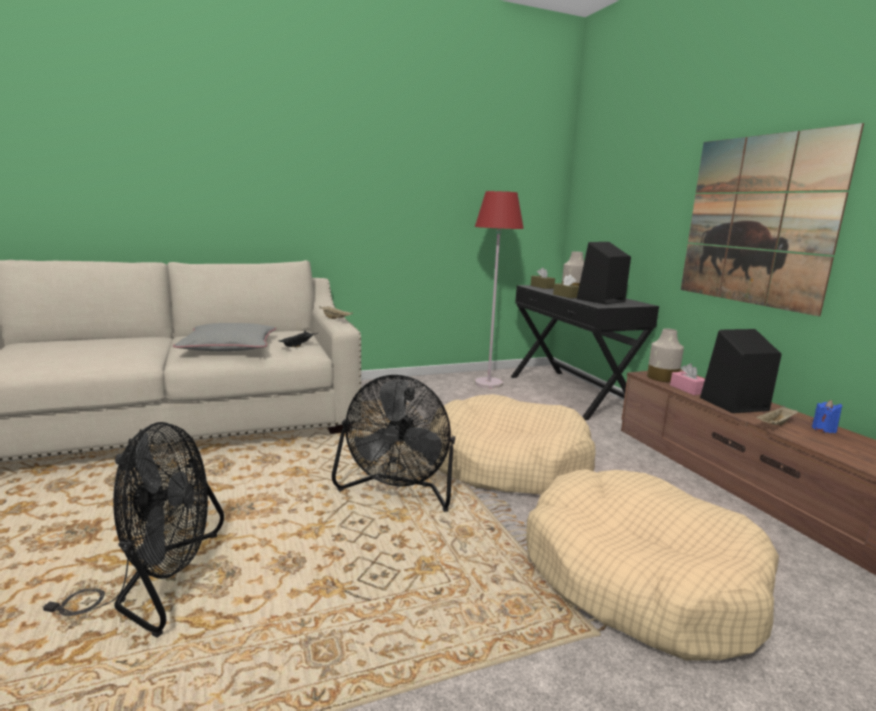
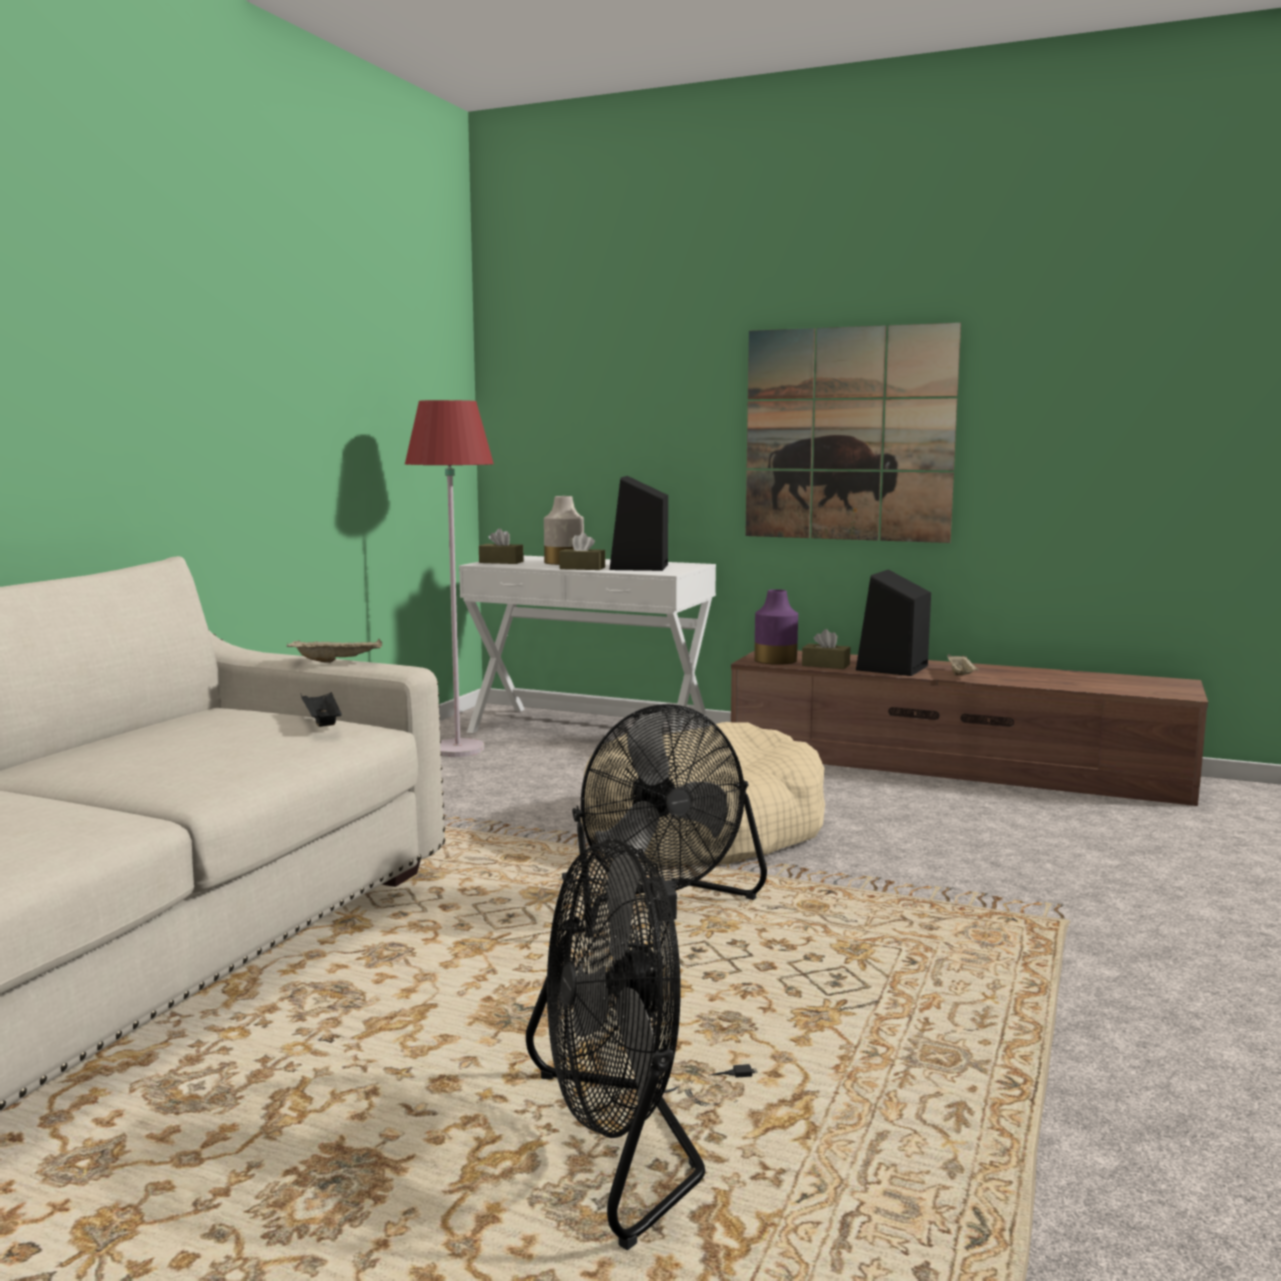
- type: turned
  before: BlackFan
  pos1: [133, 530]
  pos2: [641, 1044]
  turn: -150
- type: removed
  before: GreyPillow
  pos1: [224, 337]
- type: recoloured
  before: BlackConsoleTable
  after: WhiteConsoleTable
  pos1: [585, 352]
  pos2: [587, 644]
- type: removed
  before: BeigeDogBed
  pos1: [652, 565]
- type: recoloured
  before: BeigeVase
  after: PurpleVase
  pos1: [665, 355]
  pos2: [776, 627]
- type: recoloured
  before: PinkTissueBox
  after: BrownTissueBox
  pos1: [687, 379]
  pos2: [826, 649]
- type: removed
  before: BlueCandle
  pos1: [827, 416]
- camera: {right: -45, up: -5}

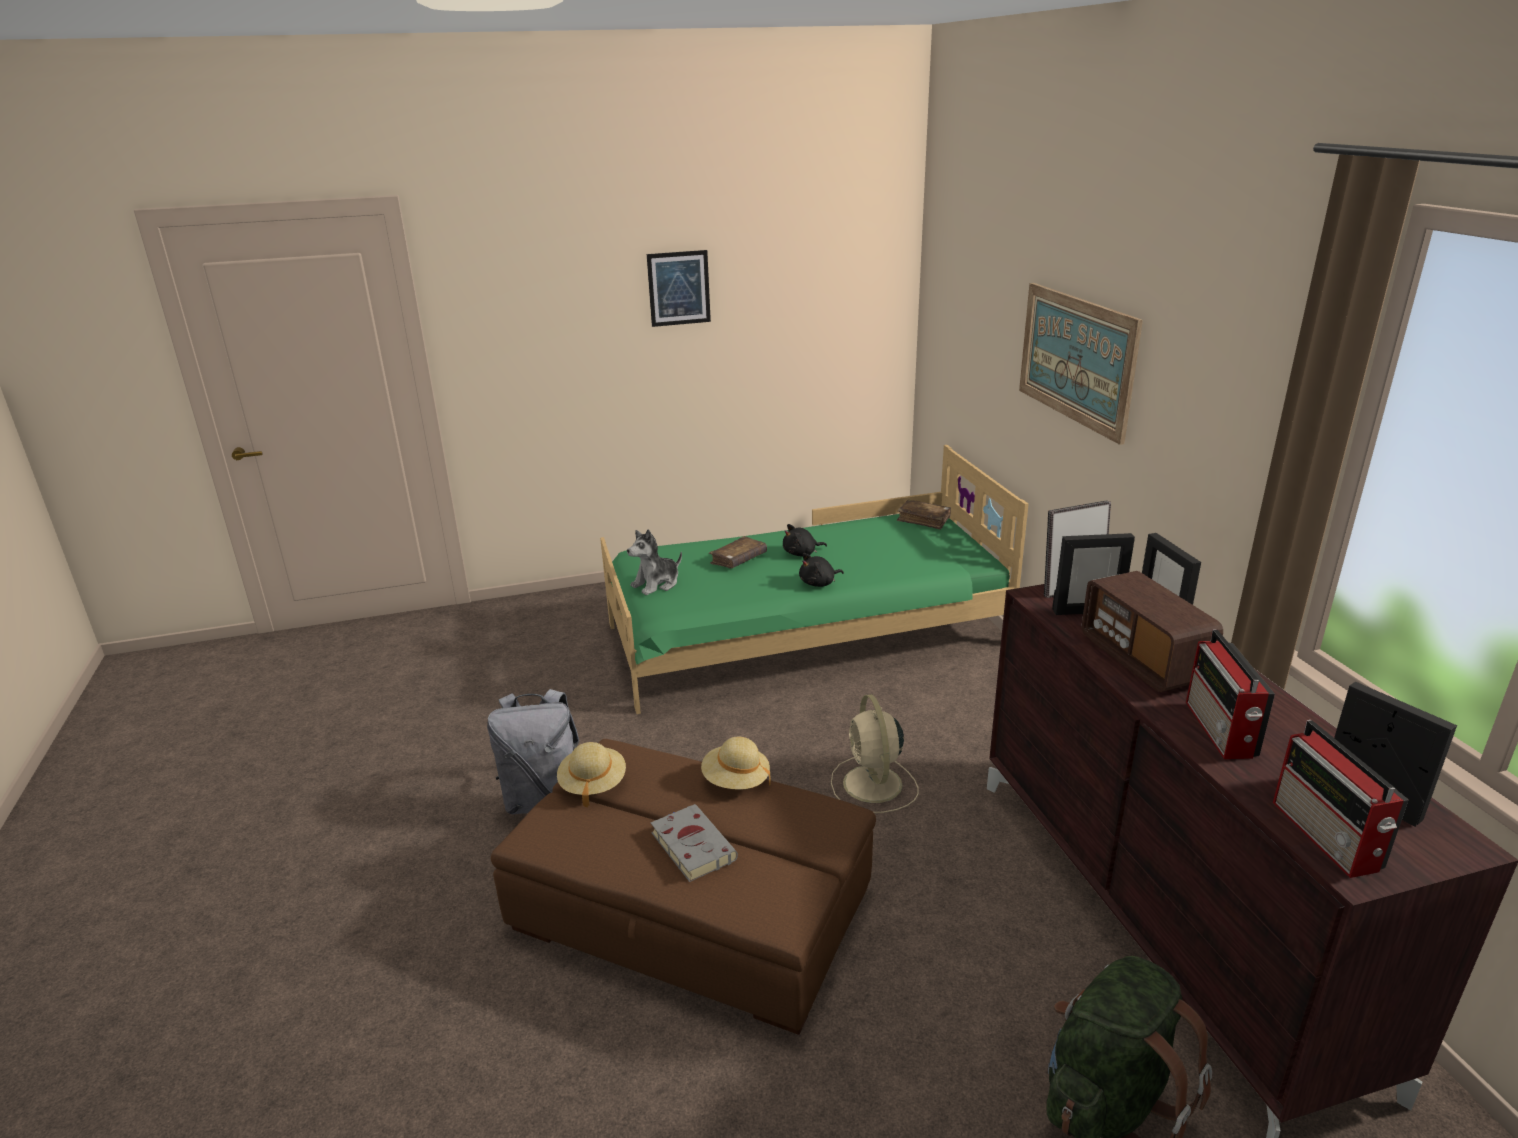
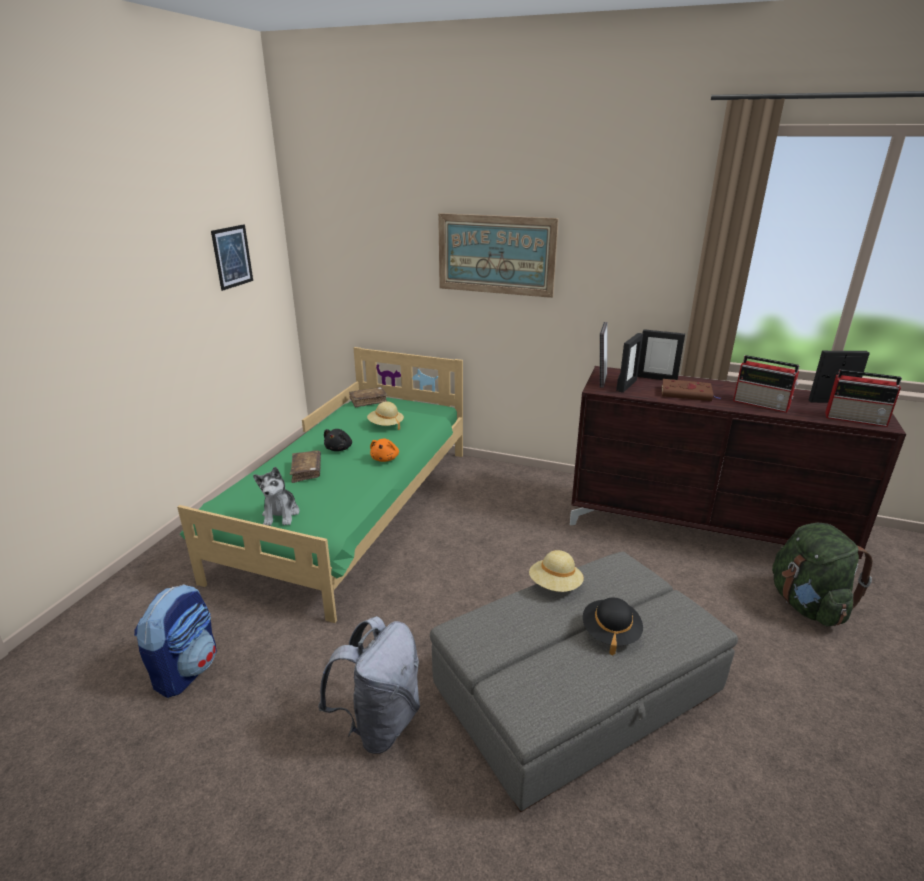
- type: recoloured
  before: BrownOttoman
  after: GreyOttoman
  pos1: [683, 887]
  pos2: [584, 682]
- type: moved
  before: BeigeHat
  pos1: [591, 774]
  pos2: [385, 415]
- type: moved
  before: Picture
  pos1: [679, 288]
  pos2: [232, 257]
- type: replaced
  before: GreyBook
  after: BlackHat
  pos1: [694, 843]
  pos2: [613, 626]
- type: recoloured
  before: BlackPlushToy
  after: OrangePlushToy
  pos1: [821, 570]
  pos2: [384, 450]
- type: removed
  before: BeigeFan
  pos1: [875, 753]
- type: replaced
  before: Radio
  after: BrownBook
  pos1: [1152, 631]
  pos2: [691, 390]
- type: added
  after: Backpack
  pos2: [175, 641]
- camera: {right: -55, up: 0}

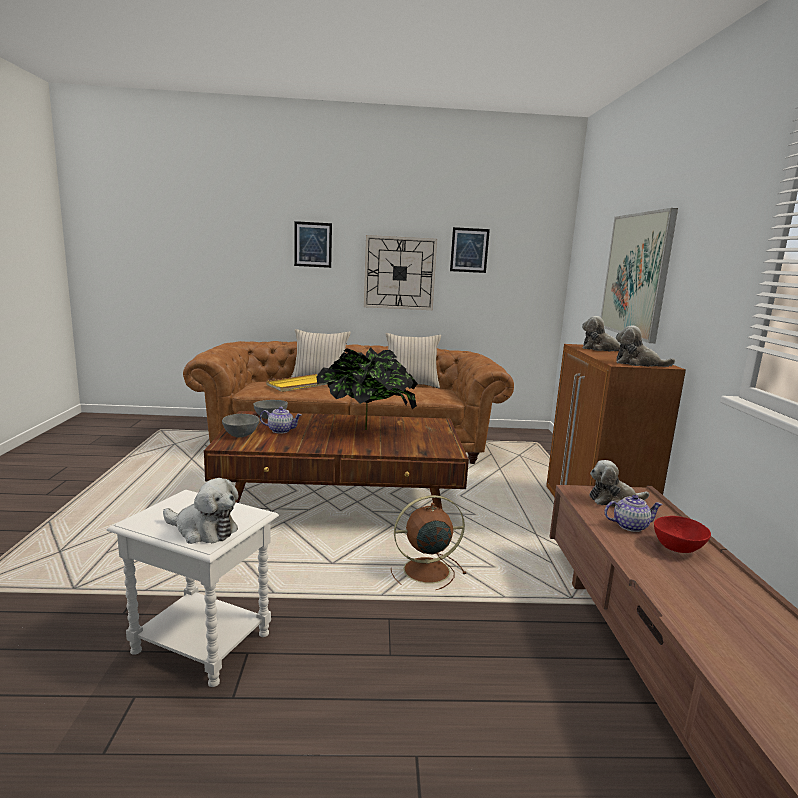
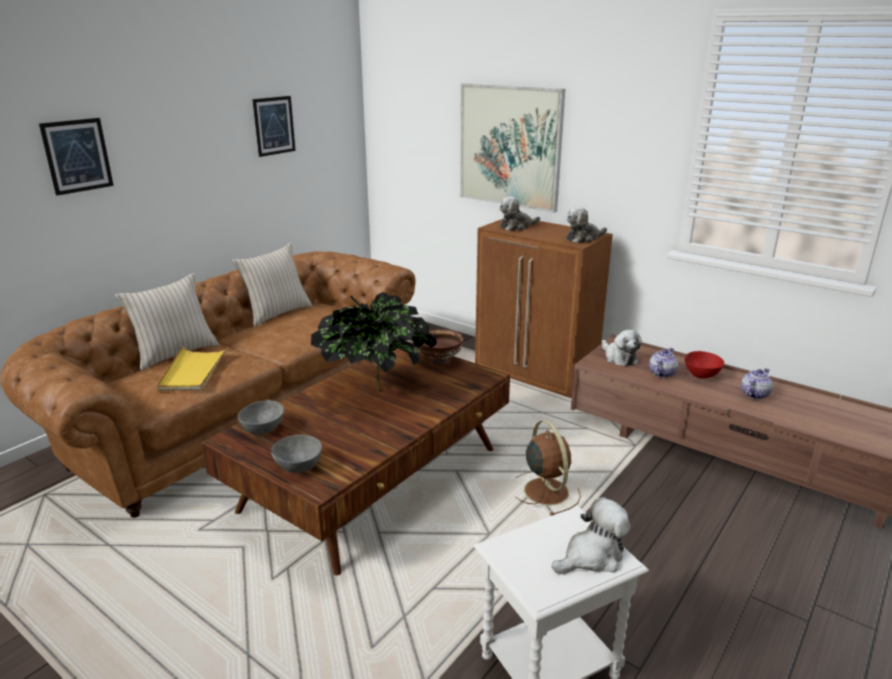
- type: moved
  before: Teapot
  pos1: [281, 420]
  pos2: [757, 383]
- type: removed
  before: WallClock
  pos1: [400, 272]
- type: turned
  before: BrownFan
  pos1: [429, 542]
  pos2: [548, 468]
  turn: 135
- type: turned
  before: PlushToy
  pos1: [619, 483]
  pos2: [622, 348]
  turn: -60
- type: added
  after: BrownBowl
  pos2: [441, 347]
- camera: {right: -50, up: 10}

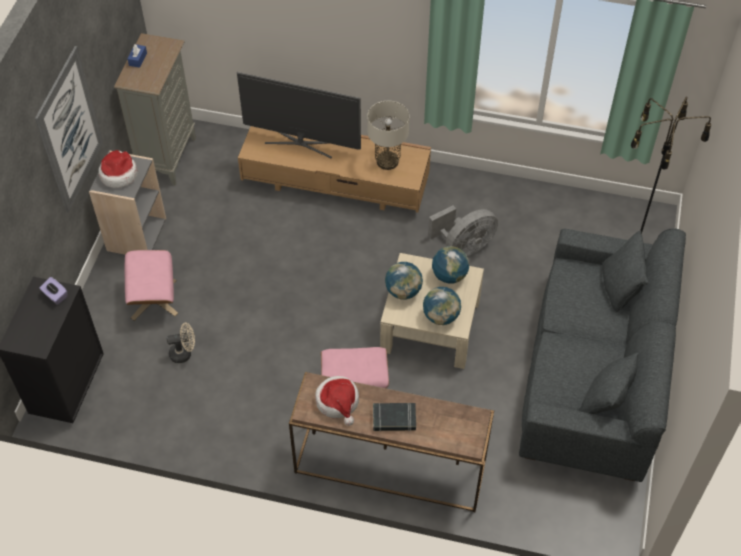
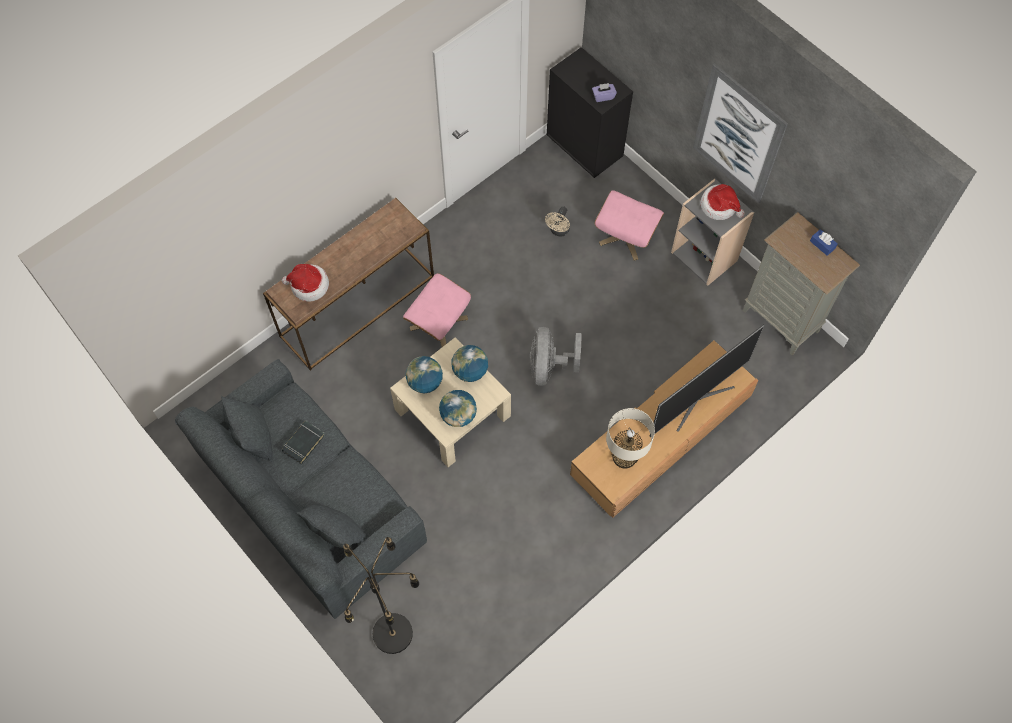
- type: moved
  before: Hat
  pos1: [337, 401]
  pos2: [305, 282]
- type: moved
  before: BlackBook
  pos1: [394, 417]
  pos2: [303, 442]
- type: moved
  before: GreyFan
  pos1: [463, 231]
  pos2: [556, 356]
- camera: {right: 125, up: 10}

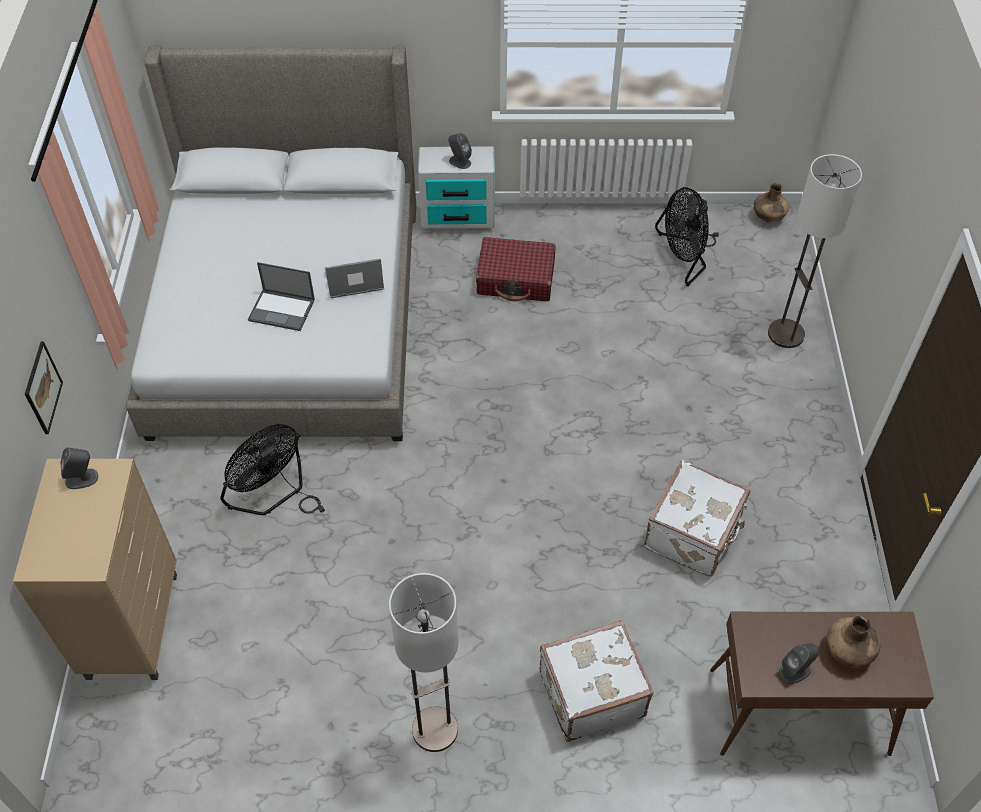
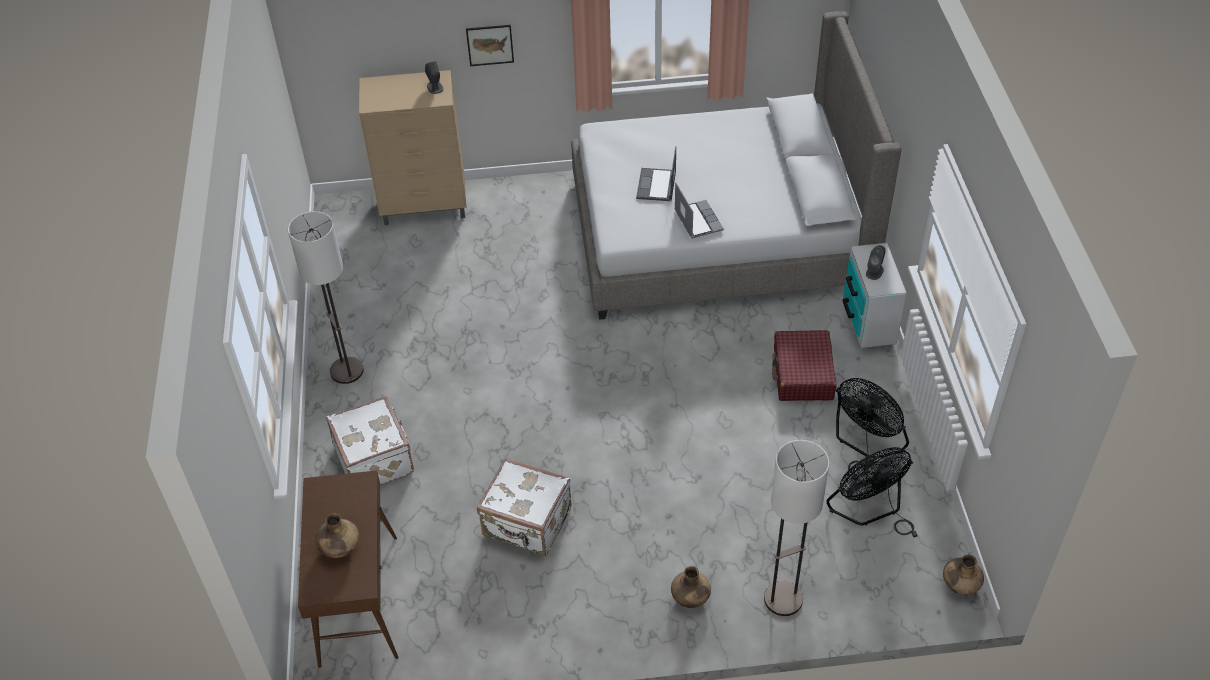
- type: moved
  before: BlackFan
  pos1: [272, 469]
  pos2: [872, 429]
- type: removed
  before: GreySpeaker
  pos1: [799, 663]
- type: added
  after: BrownVase
  pos2: [691, 587]
- camera: {right: 85, up: -5}

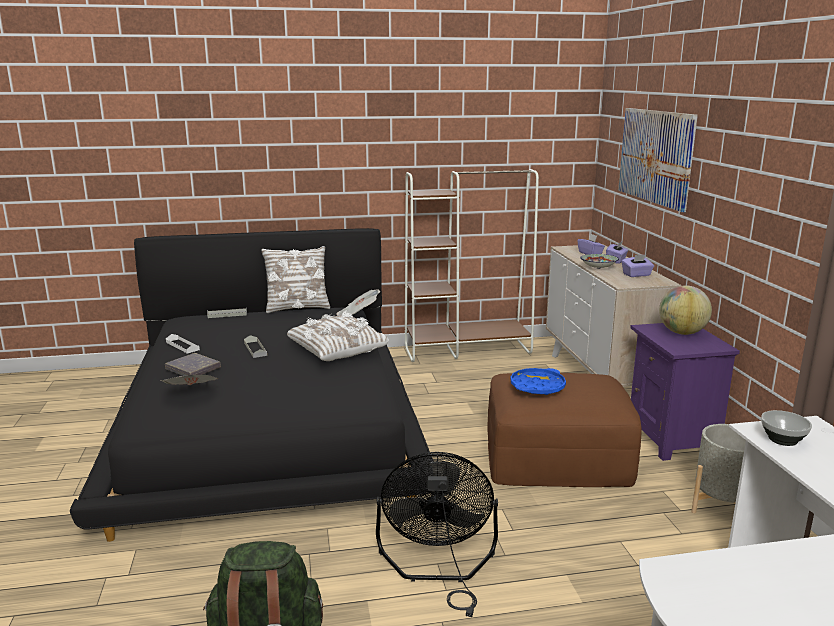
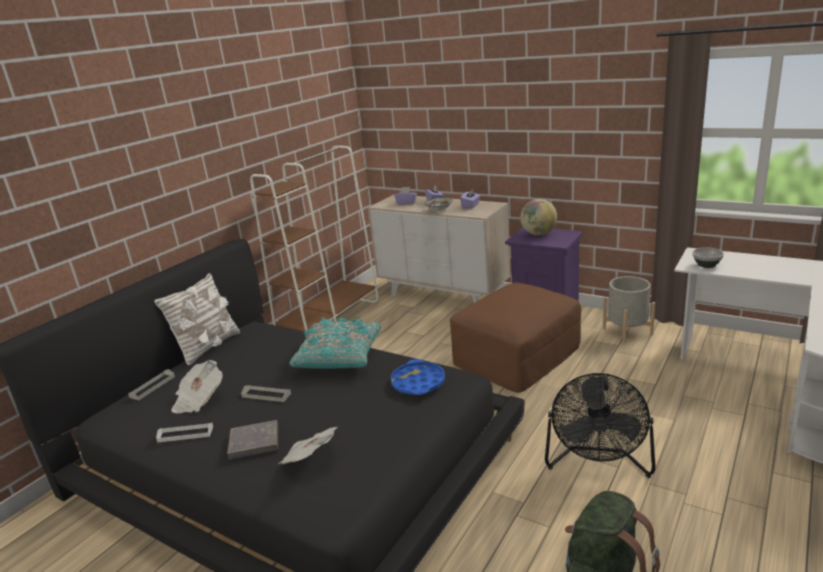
- type: recoloured
  before: WhitePillow
  after: TurquoisePillow
  pos1: [338, 335]
  pos2: [335, 343]
- type: moved
  before: Newspaper
  pos1: [358, 302]
  pos2: [197, 386]
- type: turned
  before: BlackFan
  pos1: [437, 534]
  pos2: [600, 425]
  turn: -120
- type: moved
  before: BlueTray
  pos1: [538, 381]
  pos2: [418, 377]
- type: removed
  before: Picture
  pos1: [658, 160]
- camera: {right: -45, up: 5}

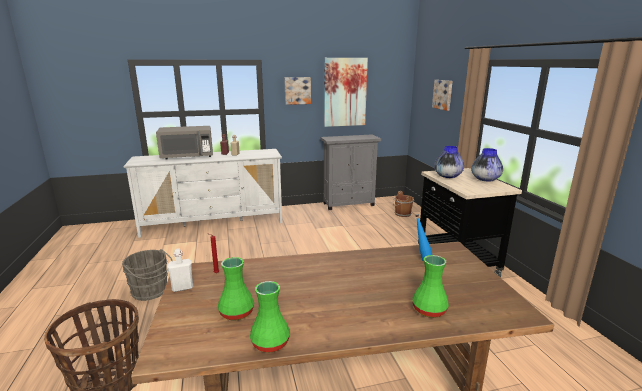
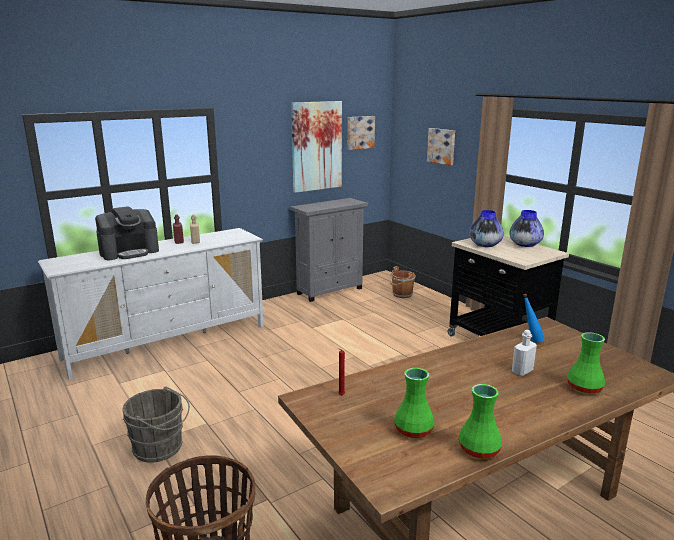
- type: replaced
  before: GreyMicrowave
  after: CoffeeMachine
  pos1: [184, 143]
  pos2: [127, 233]
- type: moved
  before: WhiteBottle
  pos1: [180, 270]
  pos2: [524, 353]
- type: moved
  before: Picture
  pos1: [297, 91]
  pos2: [361, 133]
- camera: {right: -20, up: 0}

